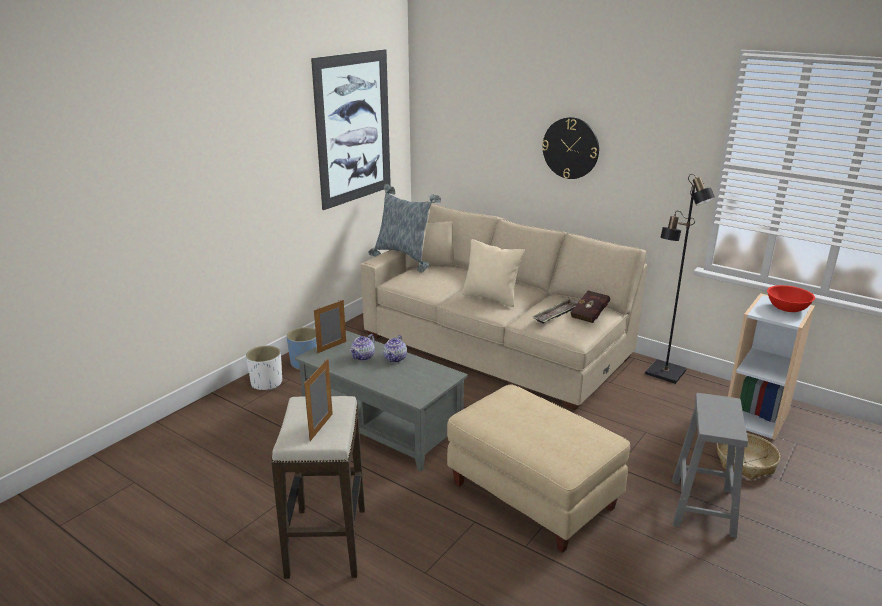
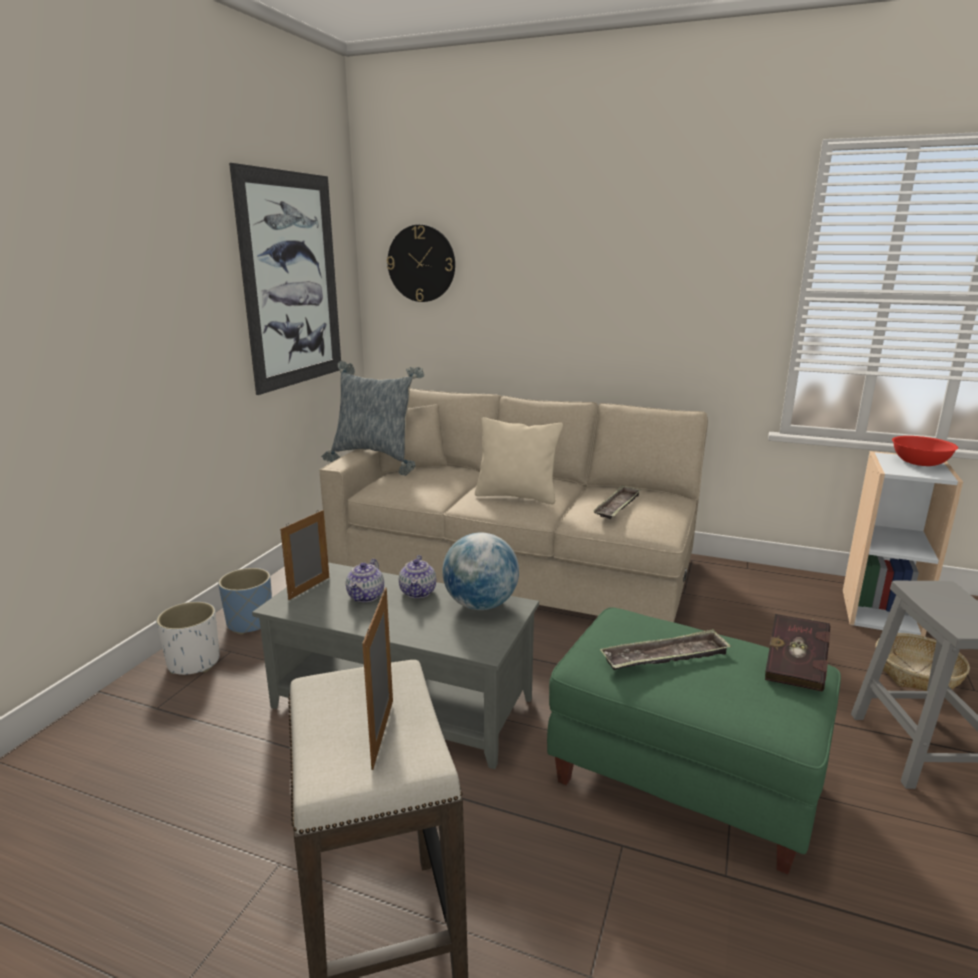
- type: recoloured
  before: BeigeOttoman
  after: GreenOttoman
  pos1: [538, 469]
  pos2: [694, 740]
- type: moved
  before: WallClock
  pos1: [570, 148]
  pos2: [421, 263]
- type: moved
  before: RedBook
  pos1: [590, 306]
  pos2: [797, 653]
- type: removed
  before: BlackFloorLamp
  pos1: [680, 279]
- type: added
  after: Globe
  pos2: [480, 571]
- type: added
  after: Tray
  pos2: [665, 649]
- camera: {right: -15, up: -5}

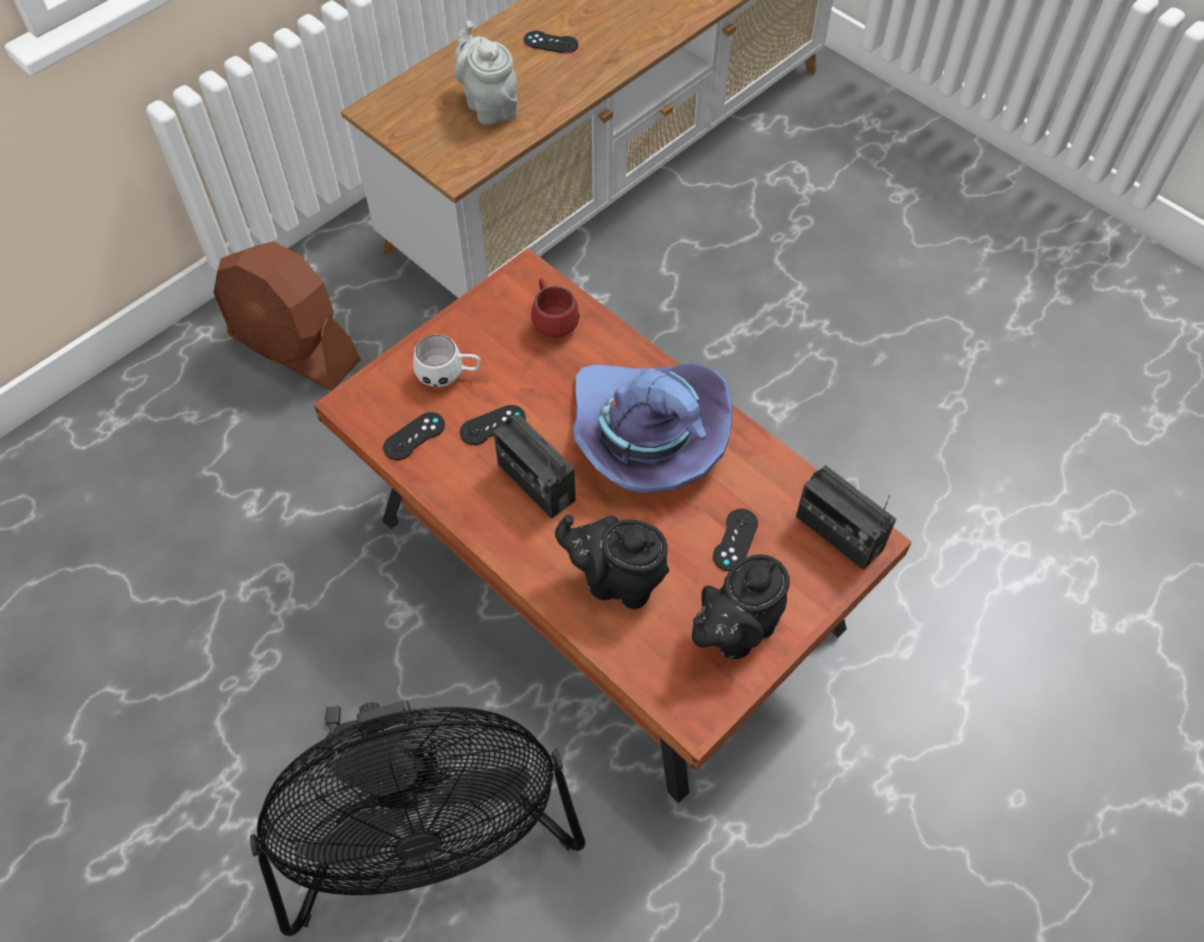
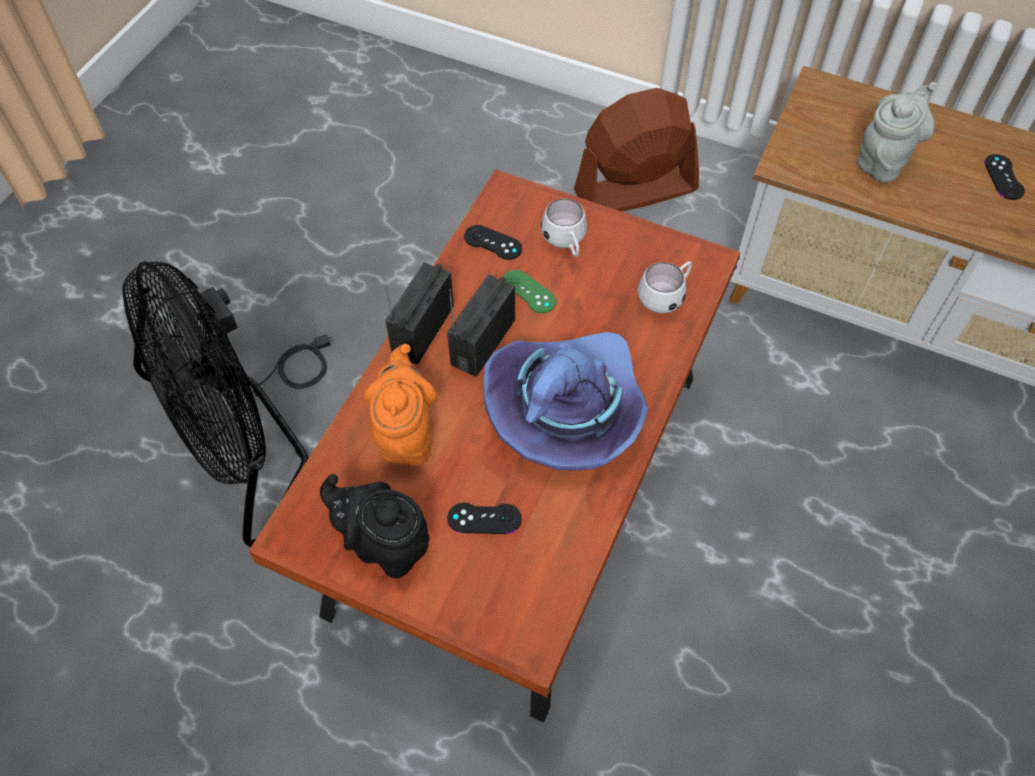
- type: turned
  before: BrownFan
  pos1: [287, 316]
  pos2: [636, 150]
  turn: 60
- type: recoloured
  before: BlackGameController
  after: GreenGameController
  pos1: [493, 425]
  pos2: [529, 291]
- type: recoloured
  before: RedMug
  after: WhiteMug
  pos1: [555, 308]
  pos2: [665, 287]
- type: recoloured
  before: BlackTeapot
  after: OrangeTeapot
  pos1: [612, 562]
  pos2: [400, 405]
- type: moved
  before: Radio
  pos1: [846, 517]
  pos2: [419, 313]
- camera: {right: 70, up: 0}

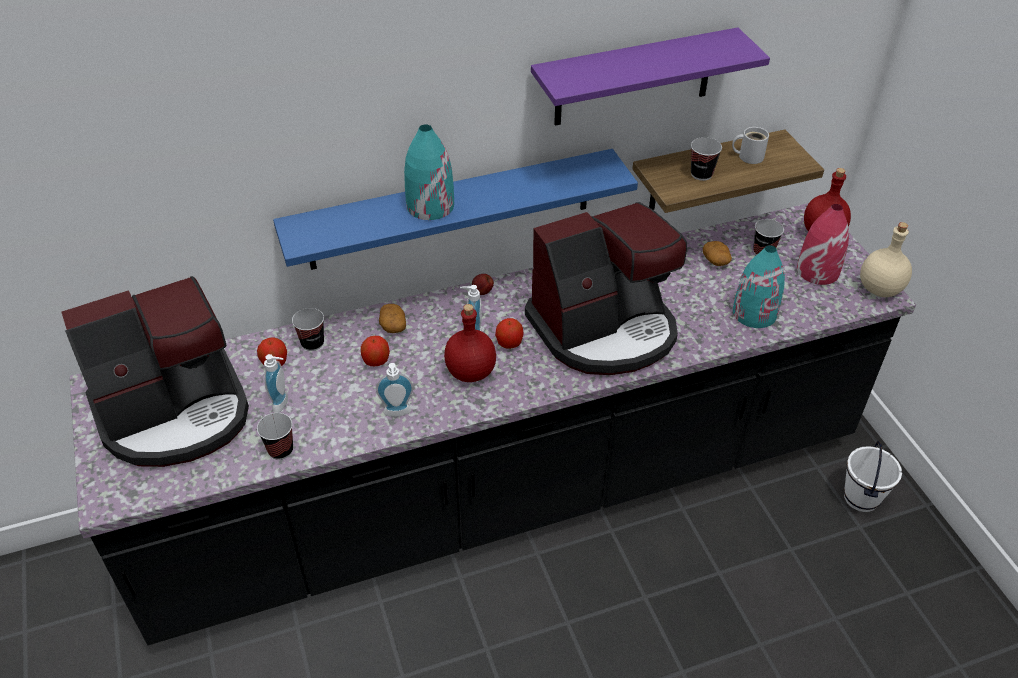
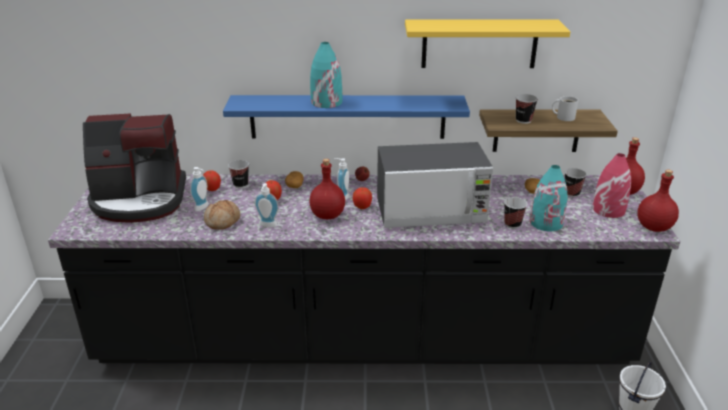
- type: moved
  before: Cup
  pos1: [275, 436]
  pos2: [515, 213]
- type: replaced
  before: CoffeeMachine
  after: Microwave
  pos1: [606, 288]
  pos2: [435, 185]
- type: recoloured
  before: PurpleShelf
  after: YellowShelf
  pos1: [650, 76]
  pos2: [487, 43]
- type: recoloured
  before: BeigeBottle
  after: RedBottle
  pos1: [886, 259]
  pos2: [658, 200]
- type: added
  after: Bread
  pos2: [222, 215]
- camera: {right: 20, up: -15}

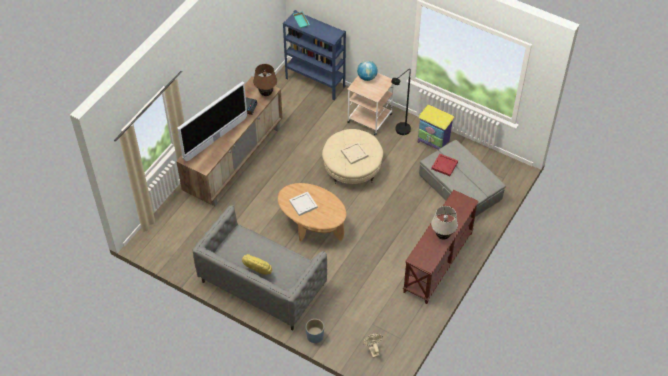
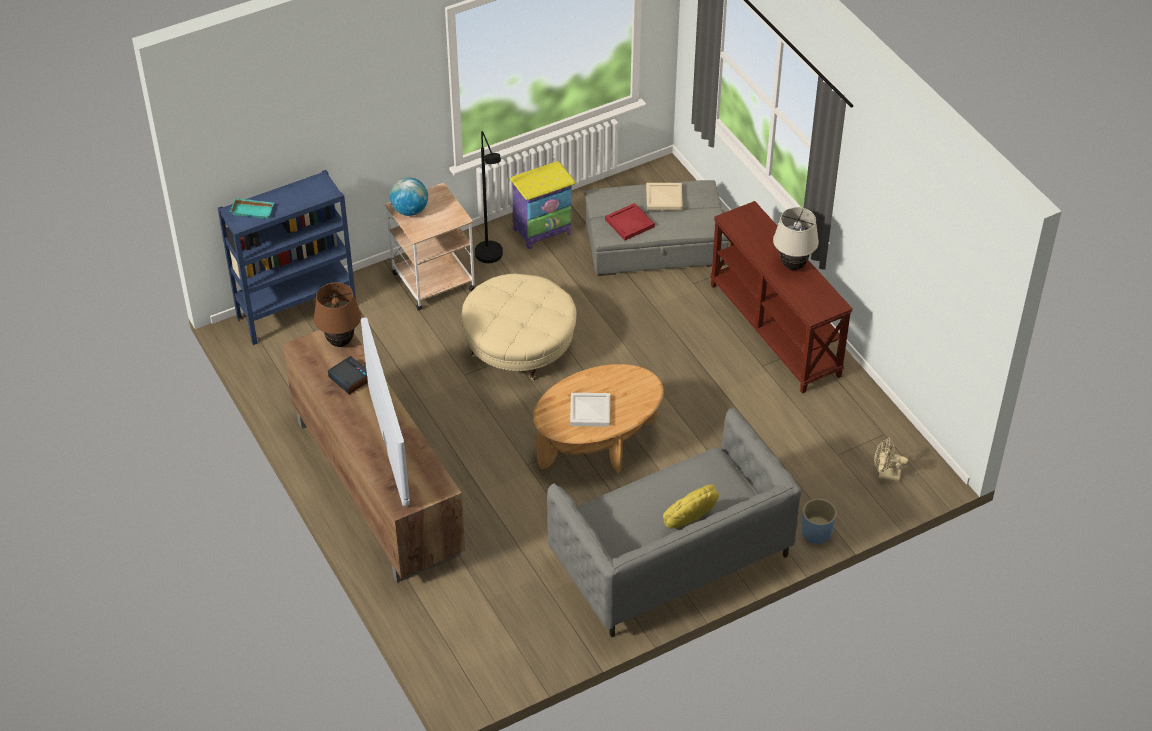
- type: moved
  before: BeigeTray
  pos1: [354, 153]
  pos2: [664, 197]
- camera: {right: -60, up: -5}

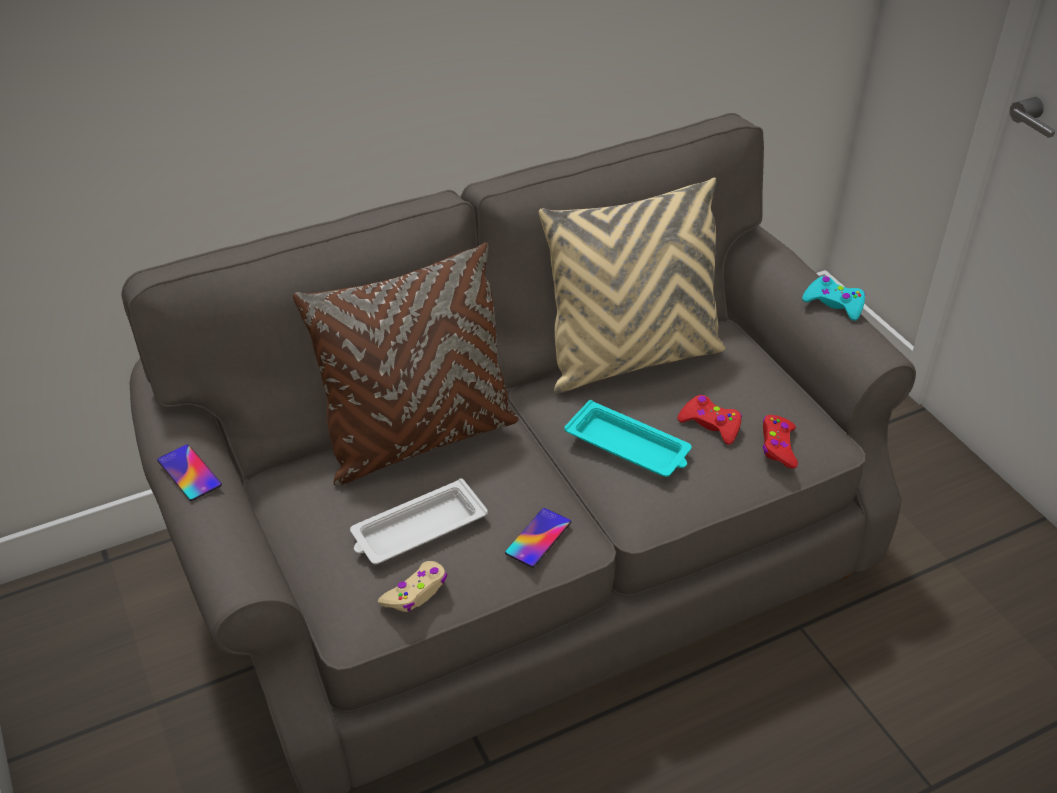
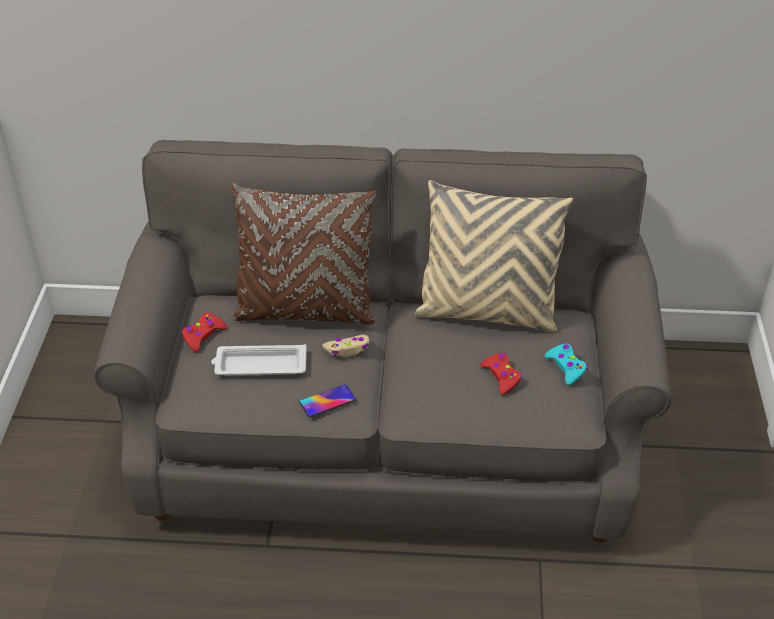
- type: removed
  before: Phone
  pos1: [189, 472]
- type: moved
  before: BeigeGameController
  pos1: [412, 586]
  pos2: [345, 345]
- type: removed
  before: TurquoiseTray
  pos1: [628, 438]
- type: moved
  before: RedGameController
  pos1: [780, 441]
  pos2: [204, 332]
- type: moved
  before: TurquoiseGameController
  pos1: [834, 298]
  pos2: [566, 364]
- camera: {right: 30, up: 0}

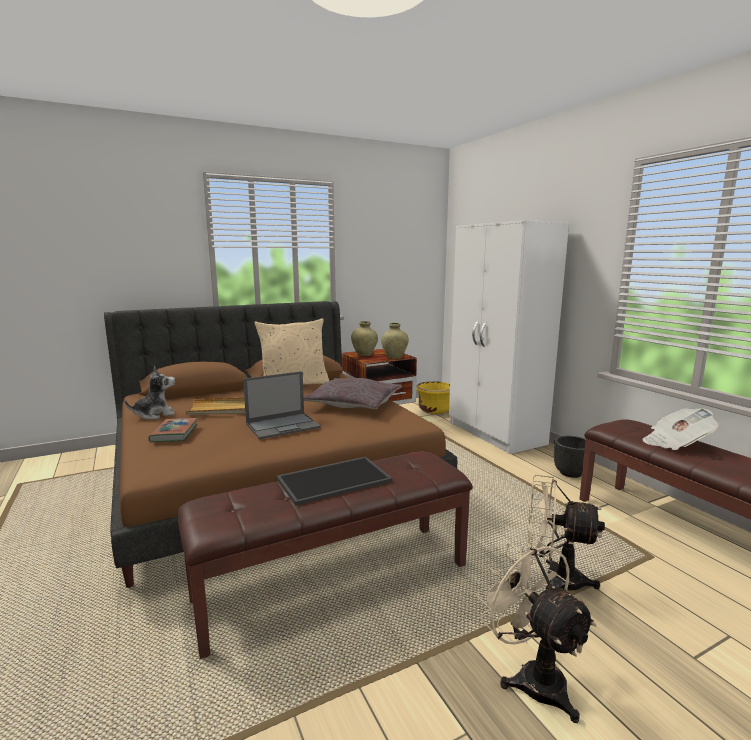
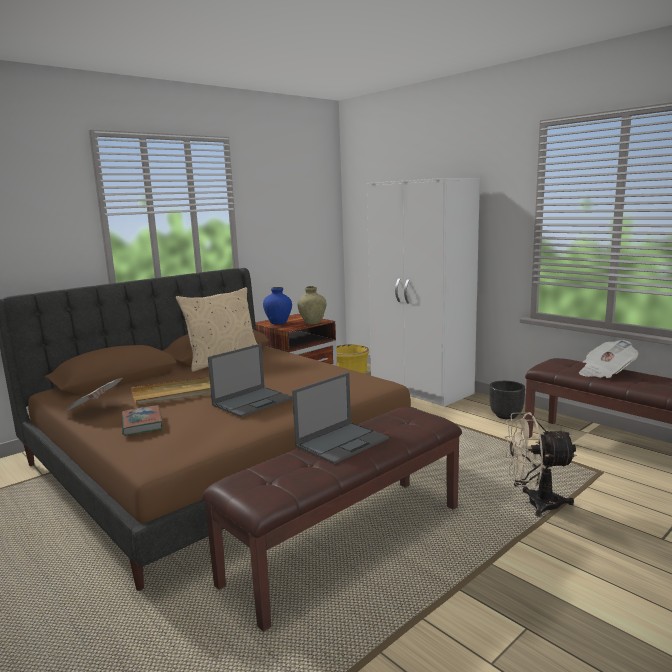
- type: replaced
  before: PlushToy
  after: Newspaper
  pos1: [150, 393]
  pos2: [93, 395]
- type: replaced
  before: Tray
  after: Laptop
  pos1: [334, 480]
  pos2: [340, 418]
- type: removed
  before: GreyPillow
  pos1: [353, 393]
- type: recoloured
  before: BeigeVase
  after: BlueVase
  pos1: [364, 338]
  pos2: [277, 305]
- type: removed
  before: BeigeFan
  pos1: [536, 629]
- camera: {right: -15, up: 0}

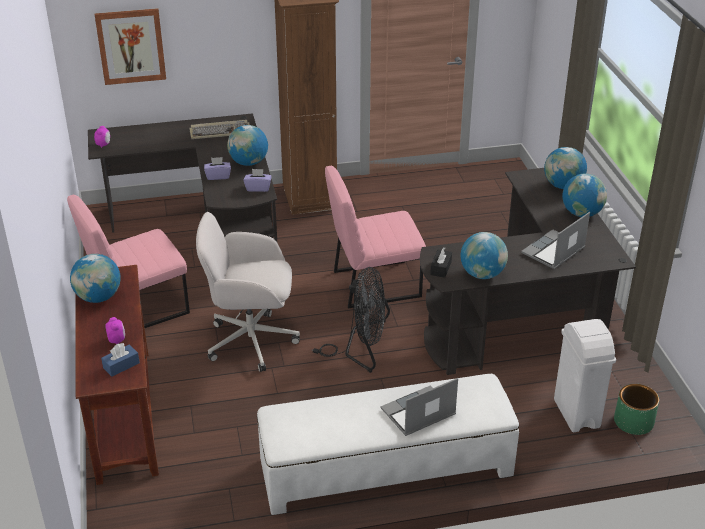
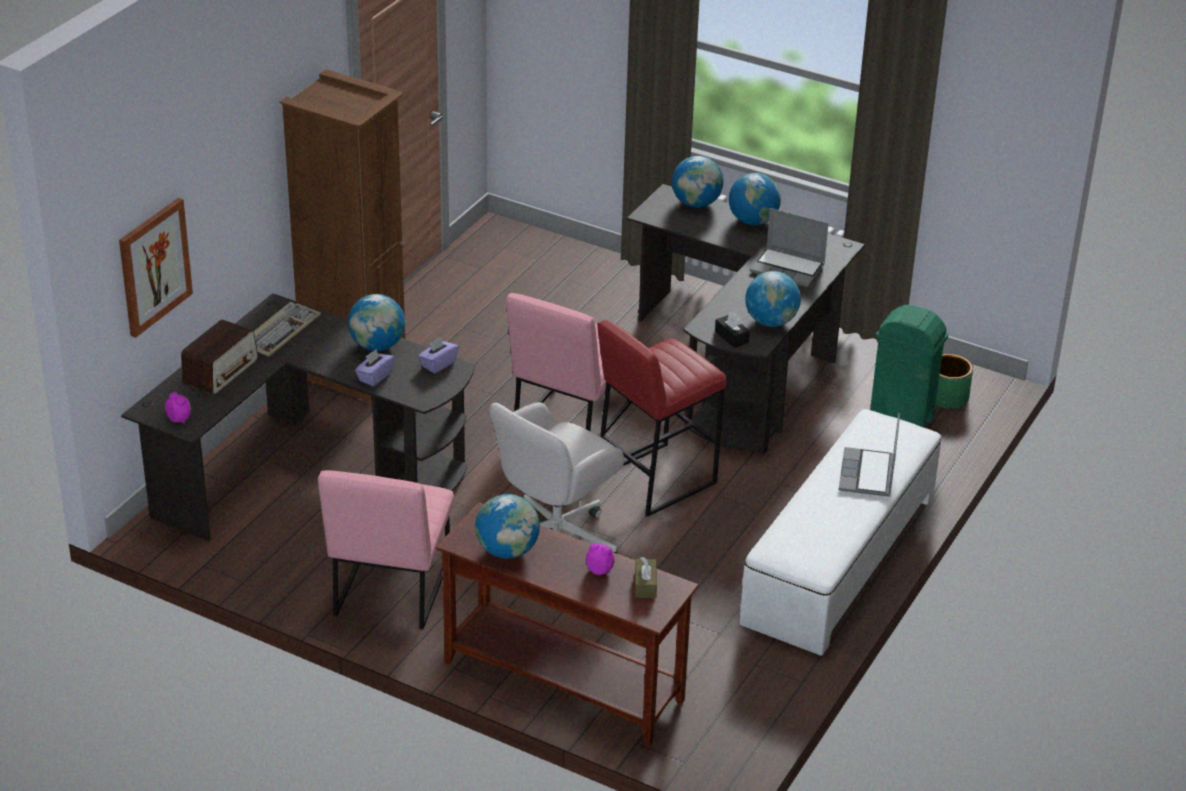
- type: recoloured
  before: BlueTissueBox
  after: BrownTissueBox
  pos1: [120, 360]
  pos2: [646, 577]
- type: replaced
  before: BlackFan
  after: RedStool
  pos1: [351, 320]
  pos2: [662, 418]
- type: turned
  before: Laptop
  pos1: [555, 240]
  pos2: [789, 247]
  turn: -60
- type: recoloured
  before: WhiteTrashCan
  after: GreenTrashCan
  pos1: [585, 375]
  pos2: [909, 366]
- type: added
  after: Radio
  pos2: [219, 357]
- camera: {right: -50, up: 0}

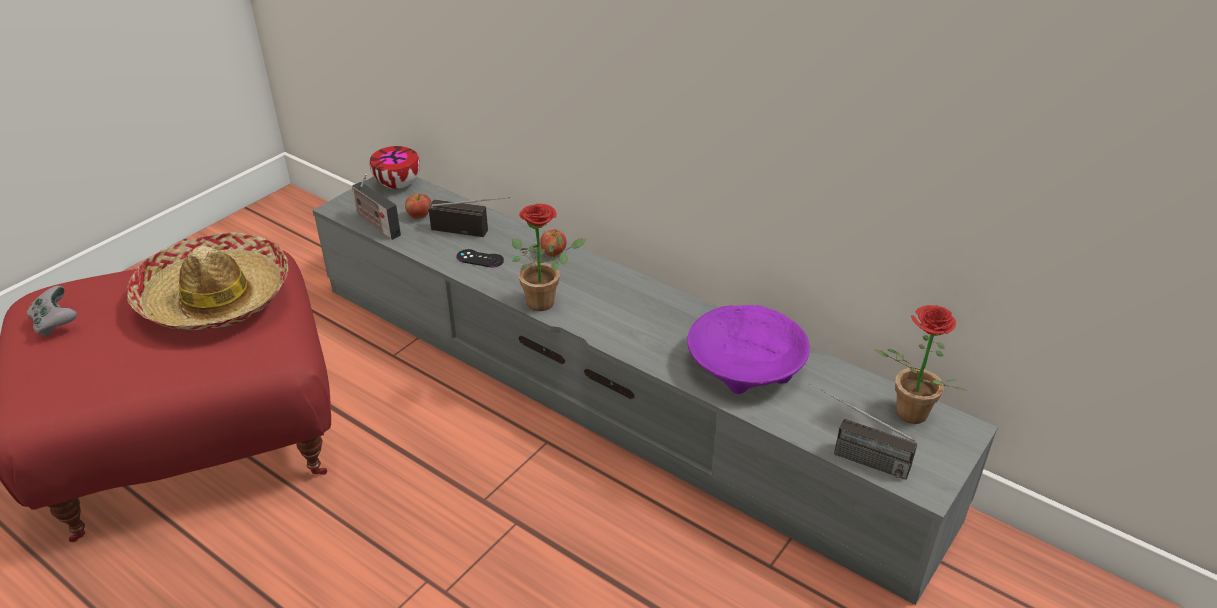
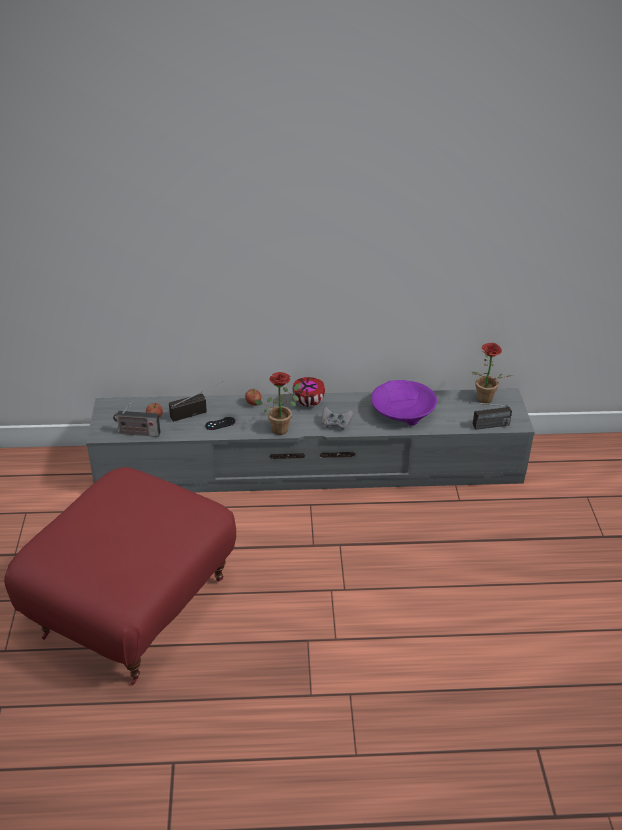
- type: moved
  before: GreyGameController
  pos1: [52, 311]
  pos2: [337, 418]
- type: removed
  before: Hat
  pos1: [208, 281]
- type: moved
  before: Bowl
  pos1: [395, 167]
  pos2: [308, 392]
- camera: {right: -40, up: 0}

